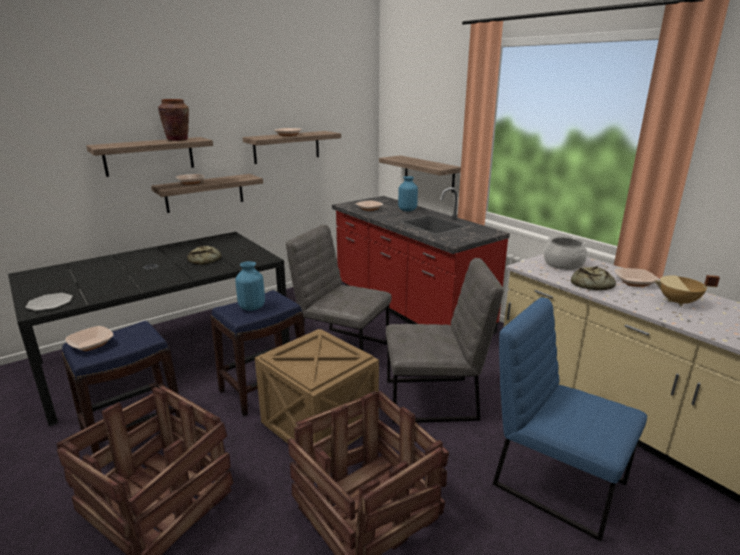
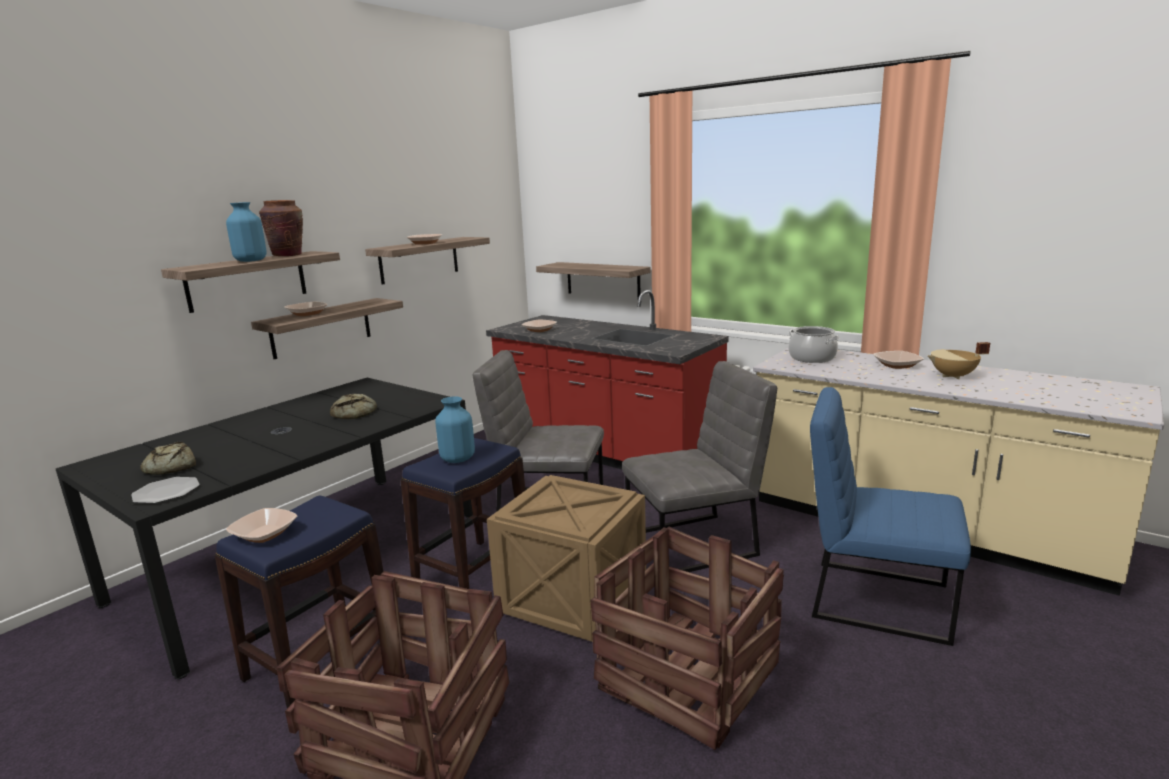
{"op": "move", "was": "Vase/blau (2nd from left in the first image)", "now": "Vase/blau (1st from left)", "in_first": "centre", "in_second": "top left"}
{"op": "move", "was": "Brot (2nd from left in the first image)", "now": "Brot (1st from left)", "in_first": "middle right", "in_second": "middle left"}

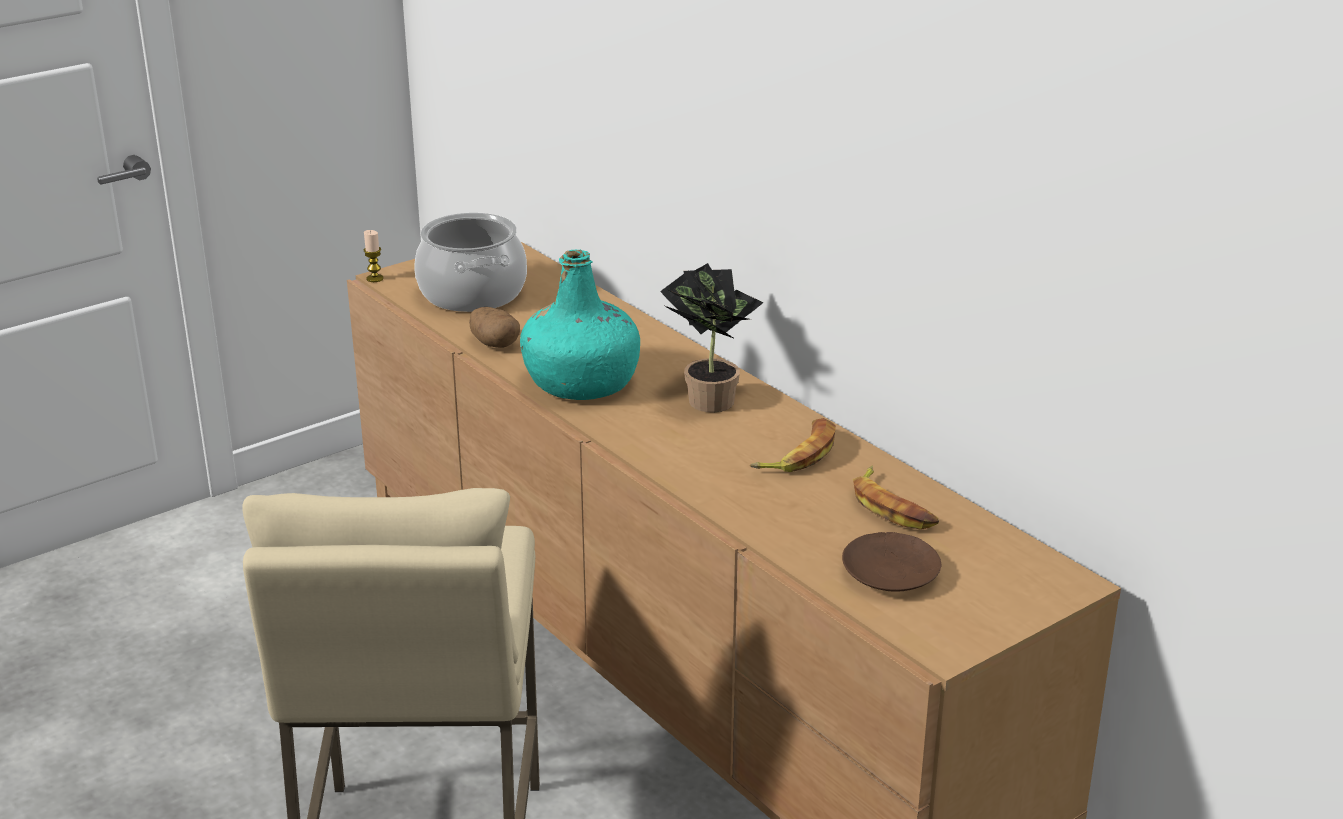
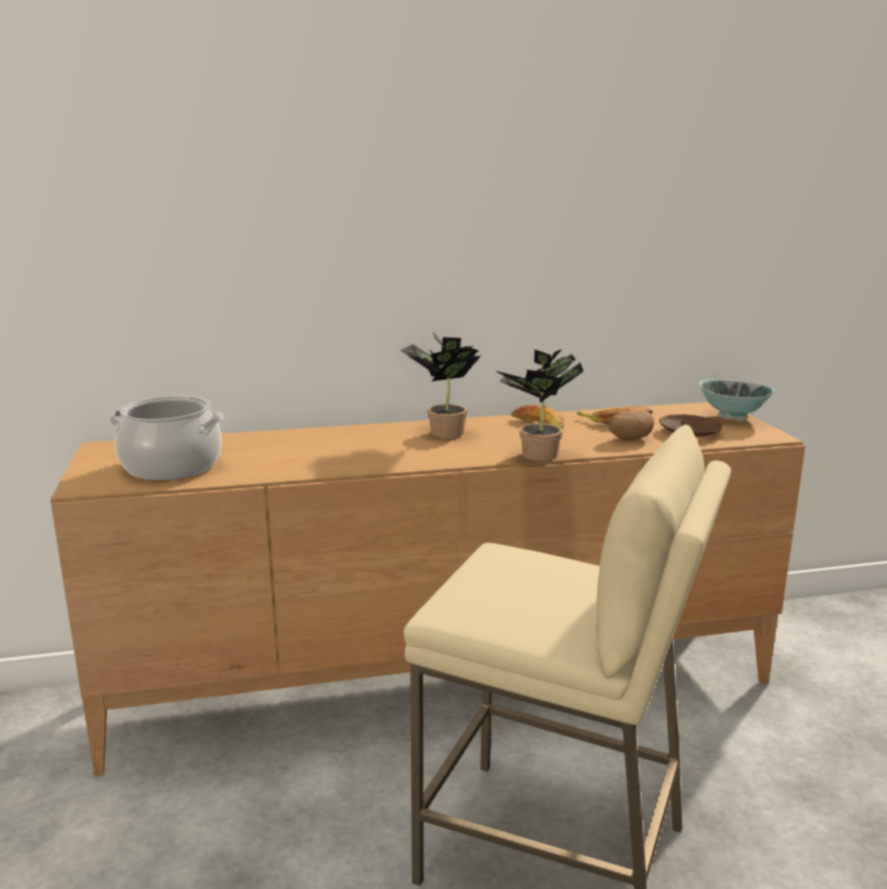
{"op": "delete", "was": "Kerze", "in_first": "top left"}
{"op": "move", "was": "Kartoffel", "in_first": "centre", "in_second": "middle right"}
{"op": "delete", "was": "Flasche/türkis", "in_first": "centre"}
{"op": "insert", "now": "Topfpflanze (2nd from left)", "in_second": "centre"}
{"op": "insert", "now": "Schüssel", "in_second": "middle right"}

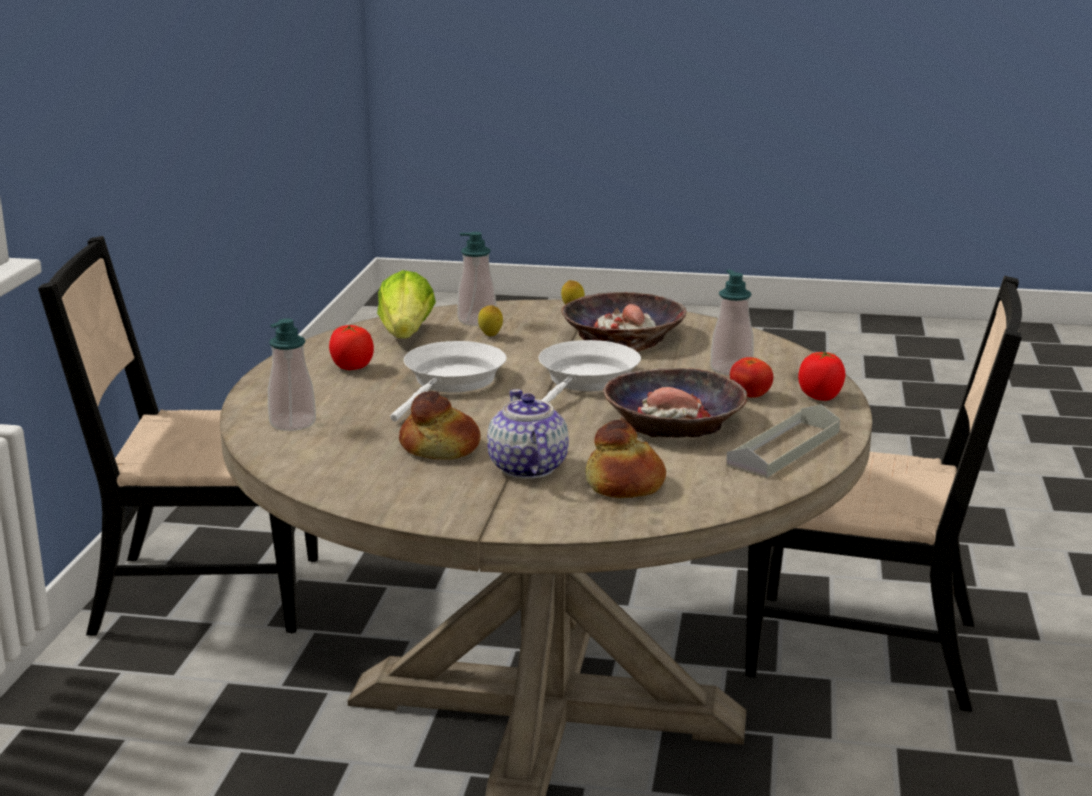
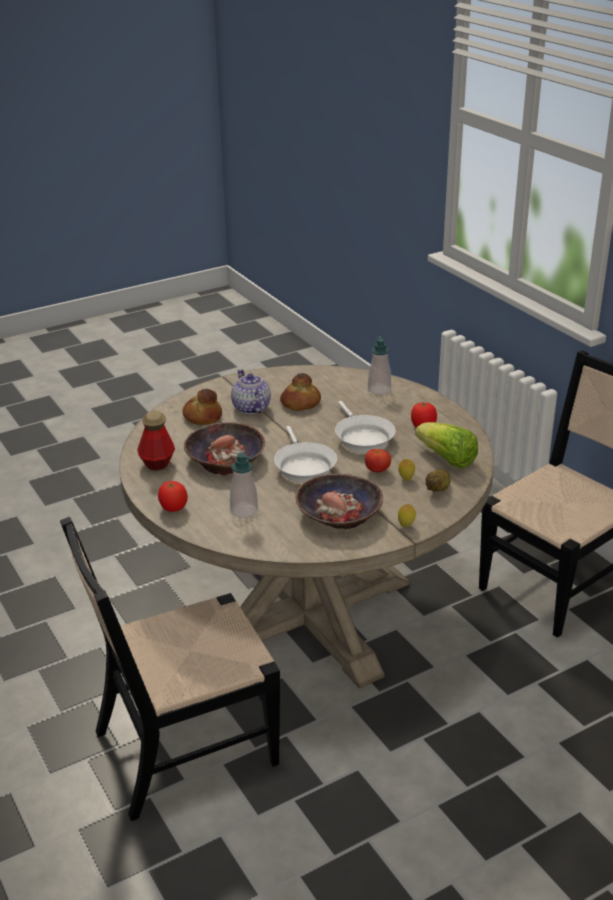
{"op": "replace", "was": "Seifenspender (2nd from left)", "now": "Kartoffel", "in_first": "centre", "in_second": "middle right"}
{"op": "rotate", "was": "Teekanne", "in_first": "centre", "in_second": "centre", "clockwise": -150}
{"op": "replace", "was": "Tablett/grau", "now": "Flasche", "in_first": "middle right", "in_second": "middle left"}
{"op": "move", "was": "Tomate (2nd from left)", "in_first": "middle right", "in_second": "centre"}

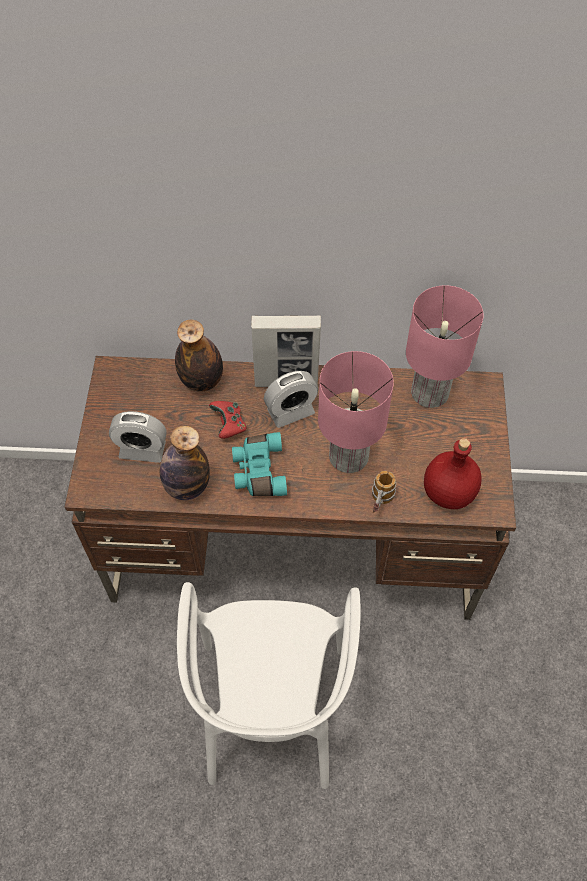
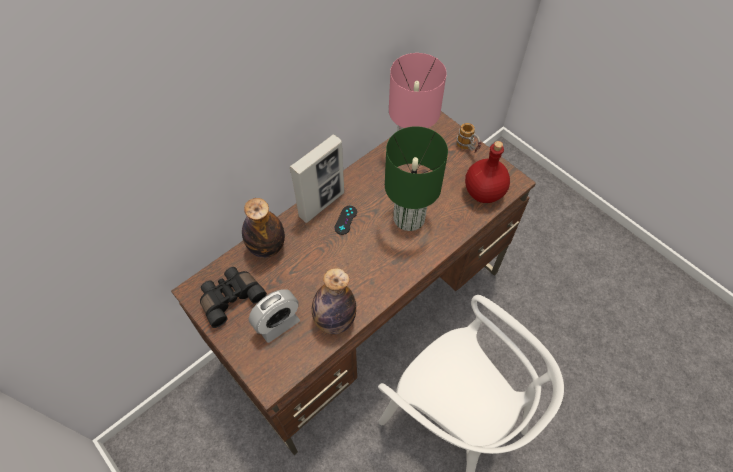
{"op": "delete", "was": "Gamepad/rot", "in_first": "centre"}
{"op": "delete", "was": "Fernglas/türkis", "in_first": "centre"}
{"op": "replace", "was": "Wecker (2nd from left)", "now": "Gamepad/schwarz", "in_first": "centre", "in_second": "centre"}
{"op": "recolor", "was": "Tischlampe/rosa (1st from left)", "now": "Tischlampe/grün", "in_first": "centre", "in_second": "centre"}
{"op": "move", "was": "Henkelbecher", "in_first": "centre", "in_second": "top centre"}
{"op": "insert", "now": "Fernglas/schwarz", "in_second": "middle left"}

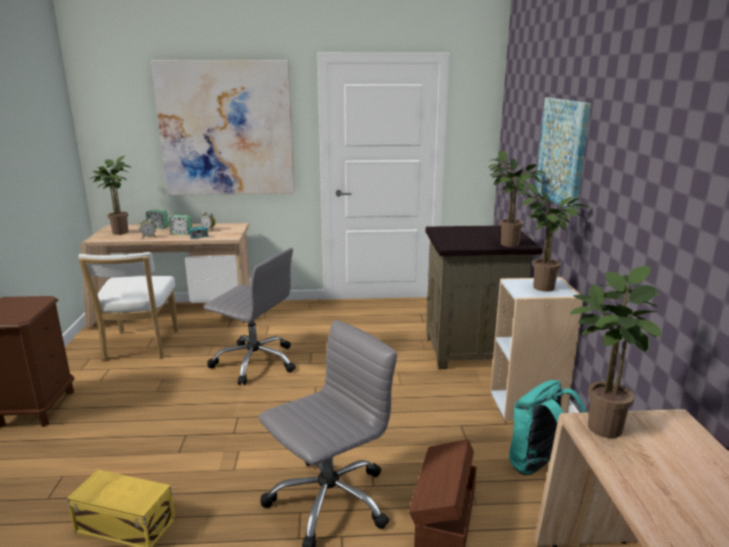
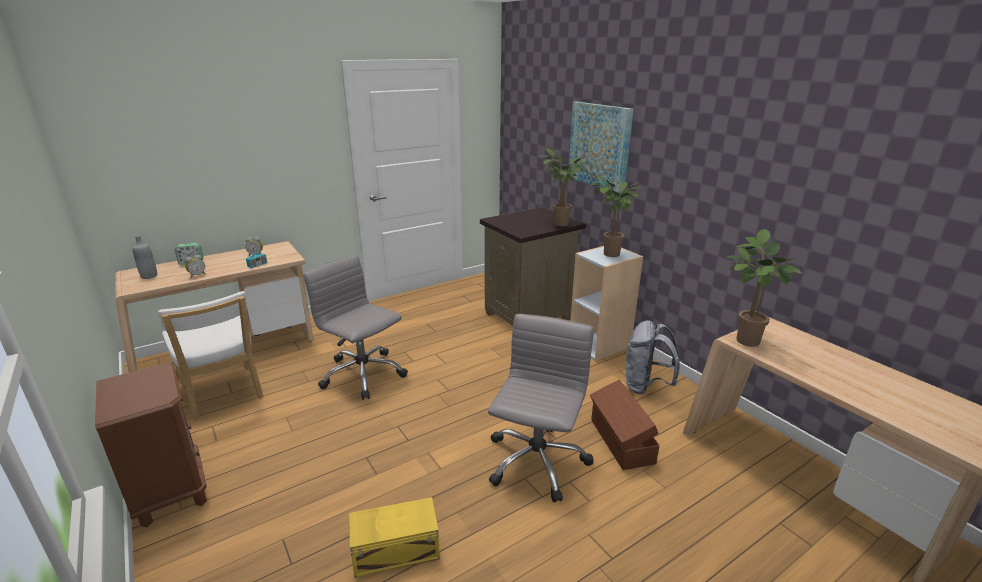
{"op": "replace", "was": "Topfpflanze (1st from left)", "now": "Flasche/grau", "in_first": "middle left", "in_second": "middle left"}
{"op": "delete", "was": "Bild (1st from left)", "in_first": "top left"}
{"op": "delete", "was": "Wecker (3rd from left)", "in_first": "middle left"}
{"op": "rotate", "was": "Bürostuhl/grau (1st from left)", "in_first": "centre", "in_second": "centre", "clockwise": -135}
{"op": "recolor", "was": "Rucksack/türkis", "now": "Rucksack/grau", "in_first": "bottom right", "in_second": "centre"}

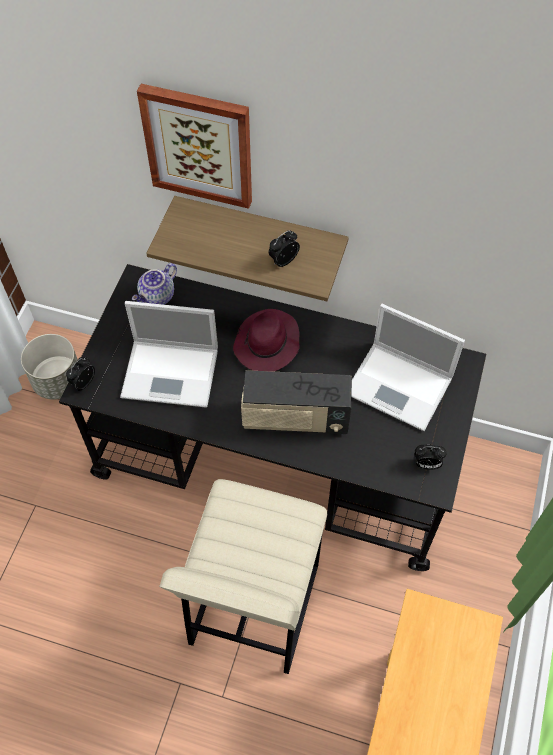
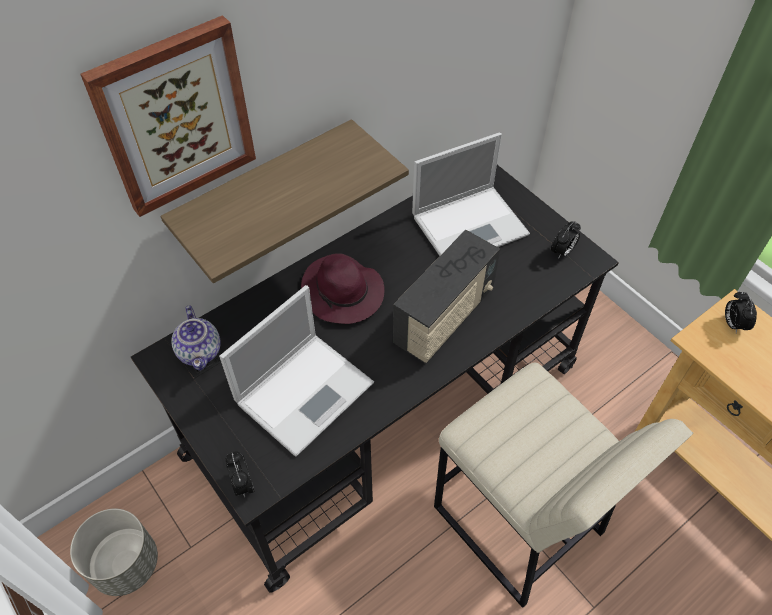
{"op": "move", "was": "Wecker (2nd from left in the first image)", "now": "Wecker (3rd from left)", "in_first": "top centre", "in_second": "middle right"}

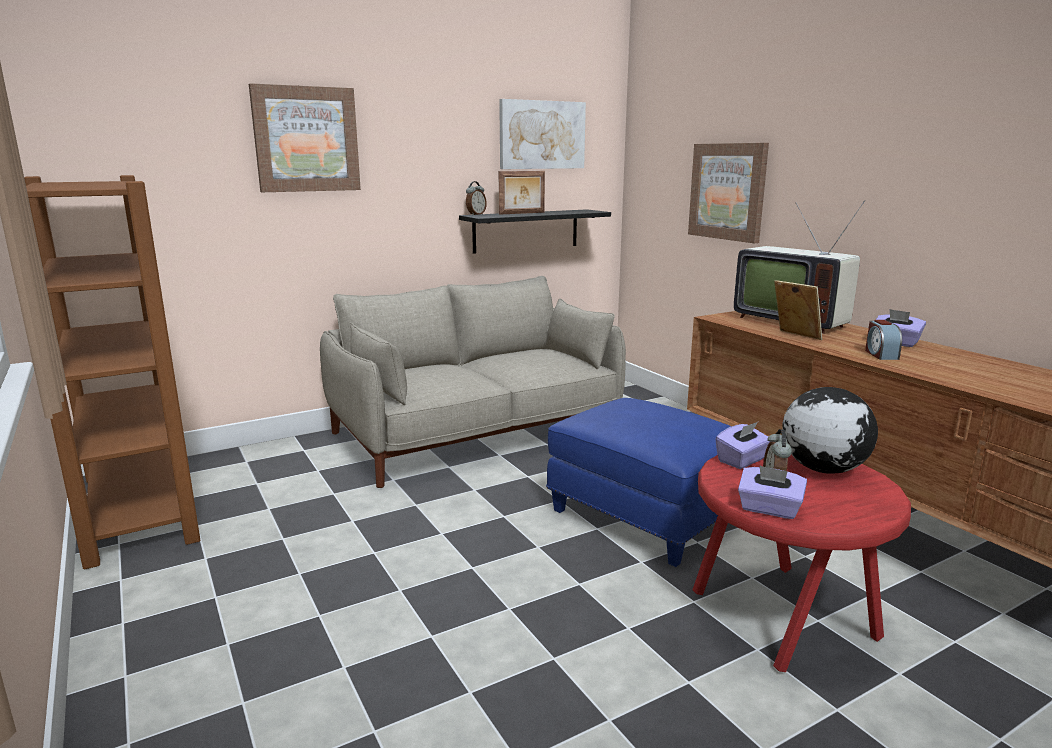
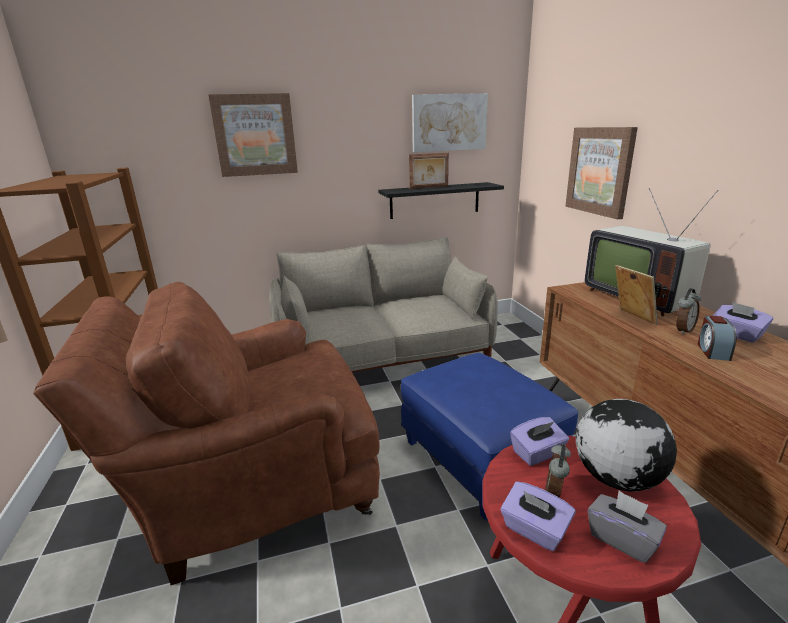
{"op": "move", "was": "Wecker (1st from left in the first image)", "now": "Wecker (2nd from left)", "in_first": "top centre", "in_second": "middle right"}
{"op": "insert", "now": "Sessel/braun", "in_second": "bottom left"}
{"op": "insert", "now": "Taschentuchbox/grau", "in_second": "bottom right"}

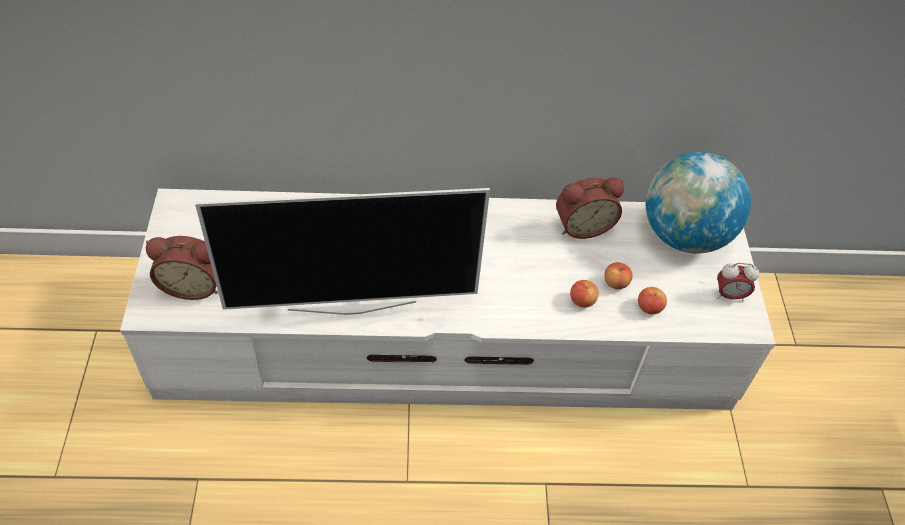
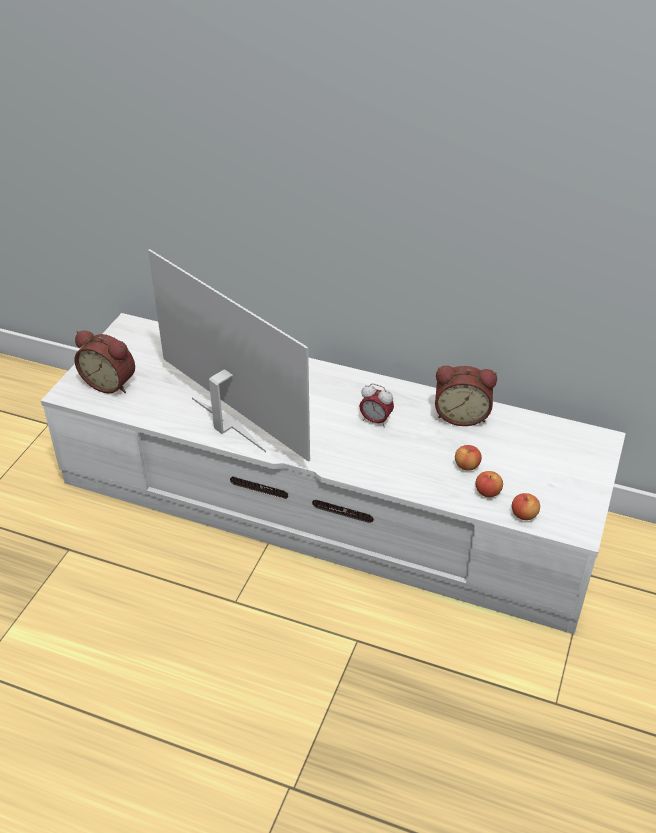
{"op": "rotate", "was": "Fernseher", "in_first": "centre", "in_second": "centre", "clockwise": -150}
{"op": "move", "was": "Apfel (1st from left in the first image)", "now": "Apfel (3rd from left)", "in_first": "centre", "in_second": "middle right"}
{"op": "delete", "was": "Globus", "in_first": "middle right"}
{"op": "move", "was": "Wecker (3rd from left in the first image)", "now": "Wecker (2nd from left)", "in_first": "middle right", "in_second": "centre"}

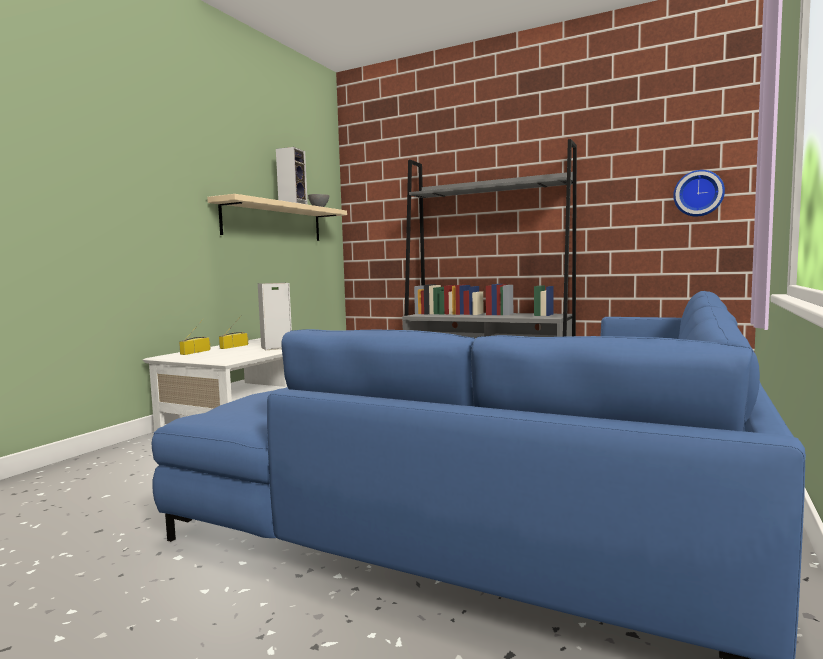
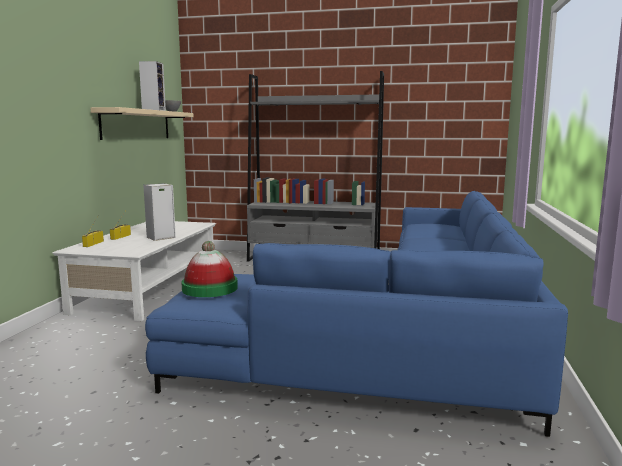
{"op": "delete", "was": "Wanduhr", "in_first": "top right"}
{"op": "insert", "now": "Hut", "in_second": "centre"}

